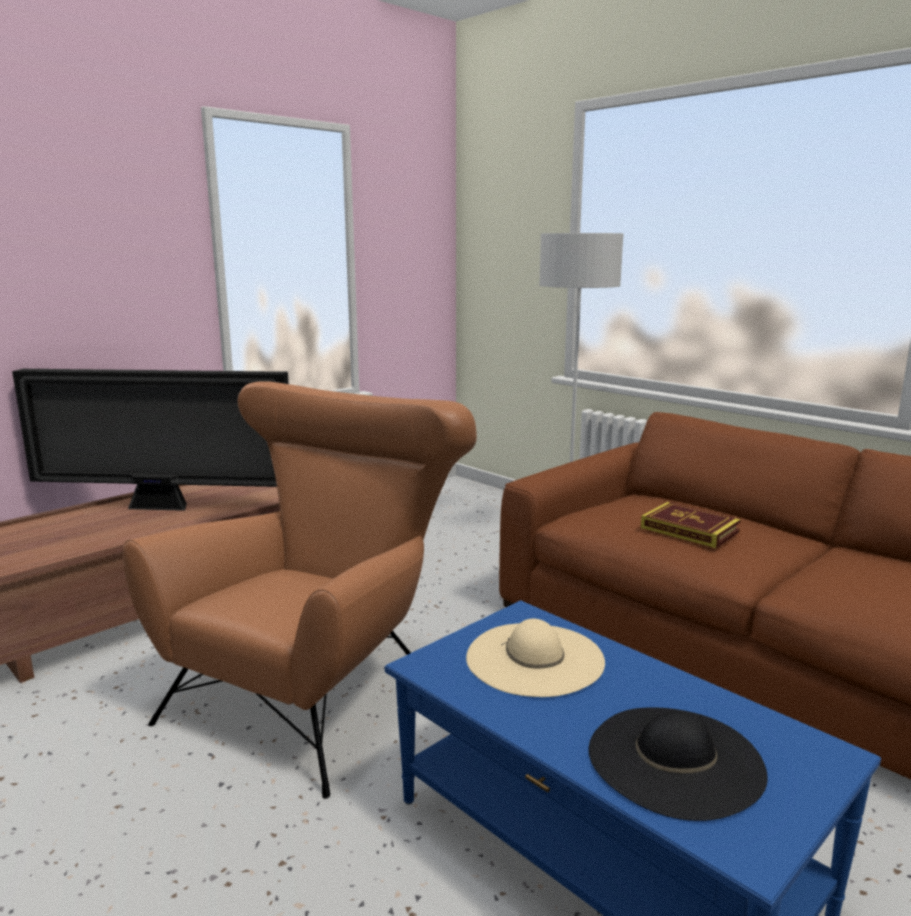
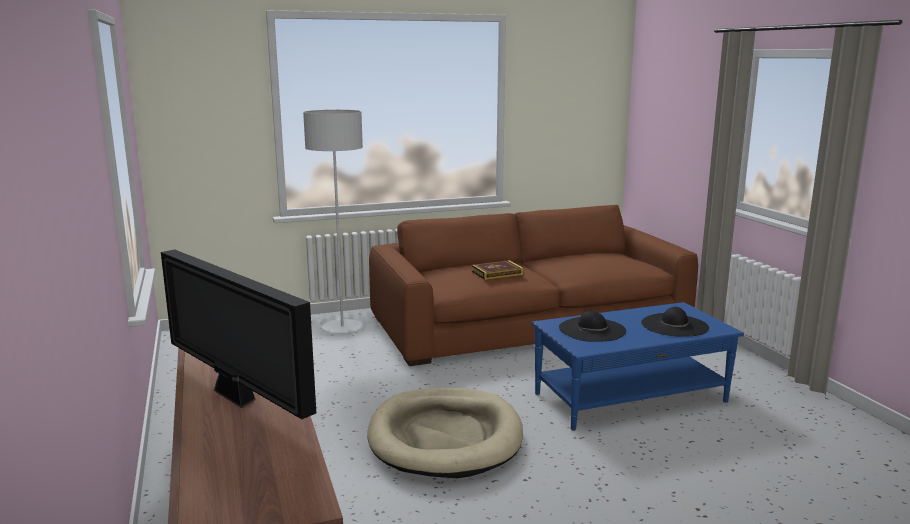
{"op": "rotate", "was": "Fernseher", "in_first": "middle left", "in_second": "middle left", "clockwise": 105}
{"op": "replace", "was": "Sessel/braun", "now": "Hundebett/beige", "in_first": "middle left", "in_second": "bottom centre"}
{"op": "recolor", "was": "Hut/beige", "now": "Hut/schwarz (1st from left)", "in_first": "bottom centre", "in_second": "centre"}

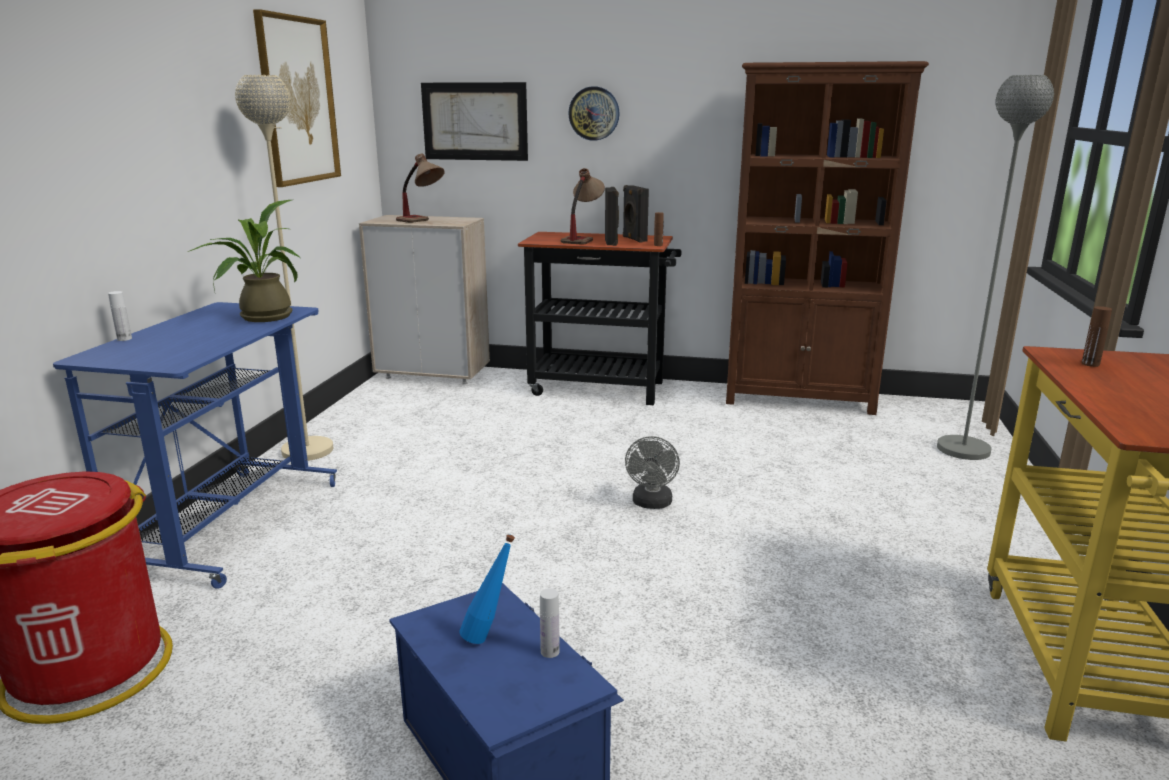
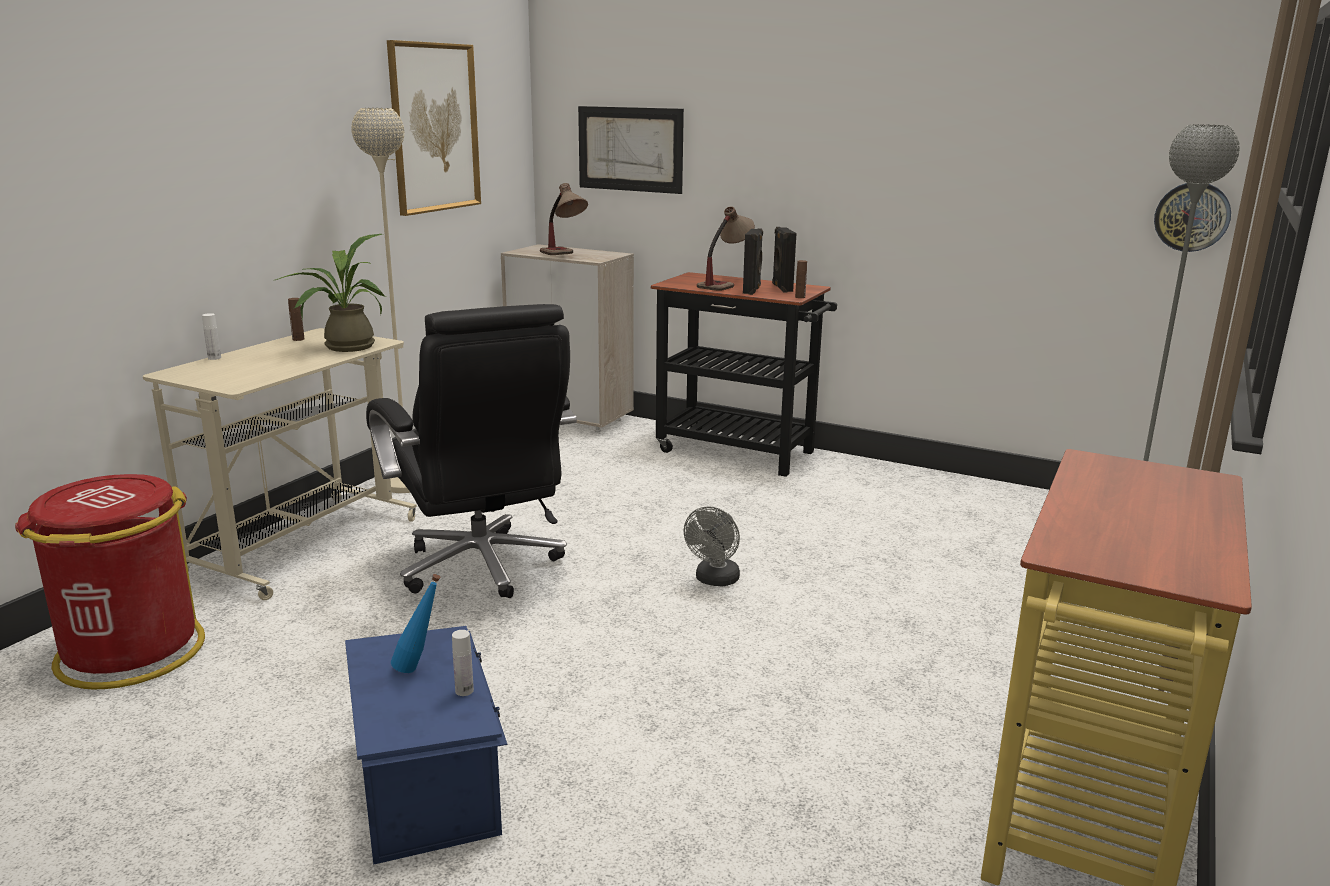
{"op": "recolor", "was": "Schreibtisch/blau", "now": "Schreibtisch/beige", "in_first": "middle left", "in_second": "middle left"}
{"op": "move", "was": "Wanduhr", "in_first": "top centre", "in_second": "top right"}
{"op": "delete", "was": "Bücherregal/braun", "in_first": "top right"}
{"op": "move", "was": "Flasche/braun (2nd from left in the first image)", "now": "Flasche/braun (1st from left)", "in_first": "middle right", "in_second": "middle left"}
{"op": "insert", "now": "Bürostuhl/schwarz", "in_second": "centre"}

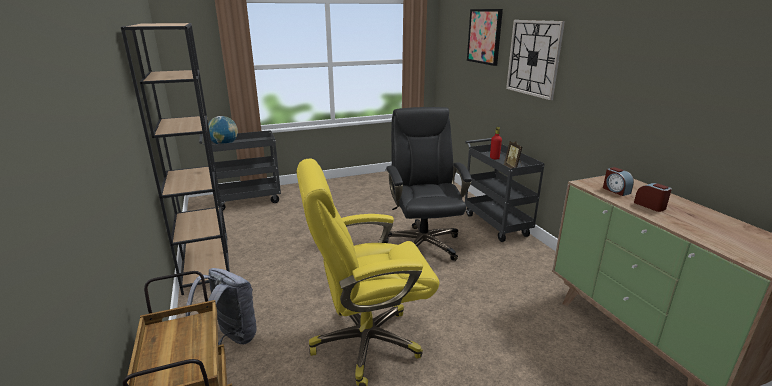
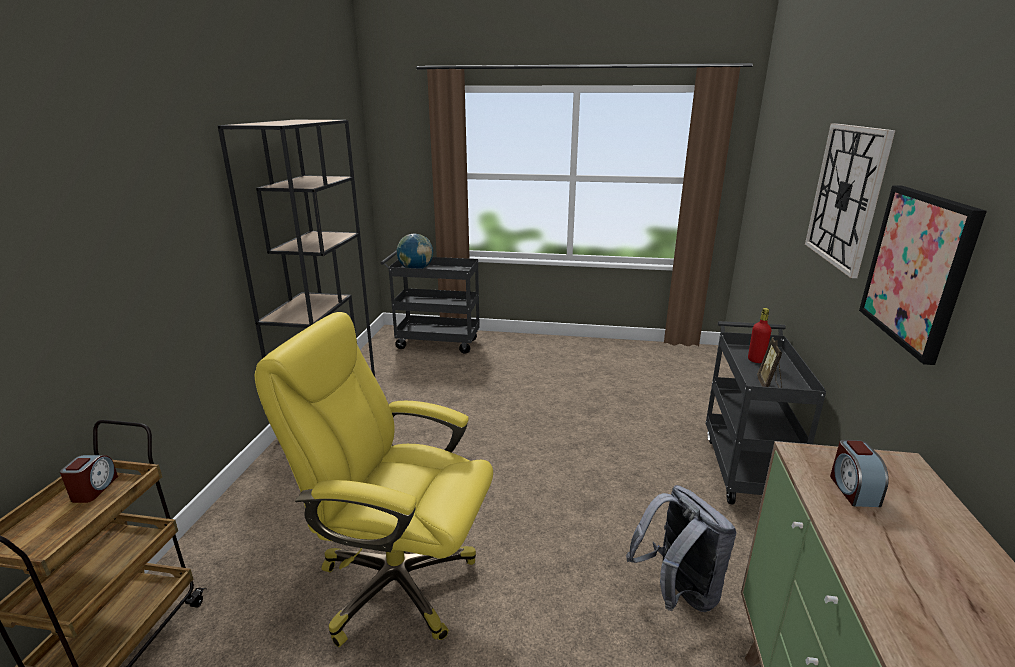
{"op": "move", "was": "Rucksack/grau", "in_first": "bottom left", "in_second": "bottom right"}
{"op": "delete", "was": "Bürostuhl/schwarz", "in_first": "centre"}
{"op": "move", "was": "Bild", "in_first": "top centre", "in_second": "middle right"}
{"op": "move", "was": "Wecker (2nd from left in the first image)", "now": "Wecker (1st from left)", "in_first": "middle right", "in_second": "bottom left"}

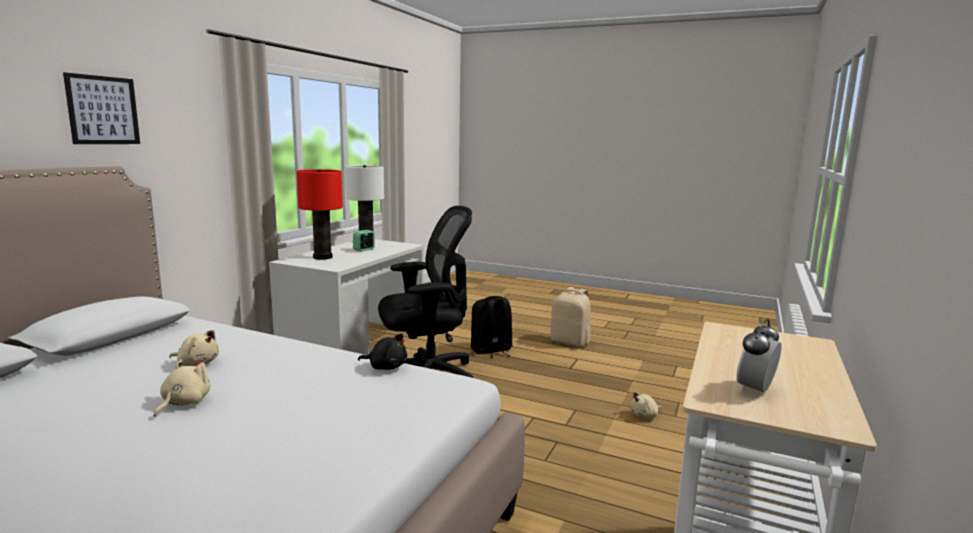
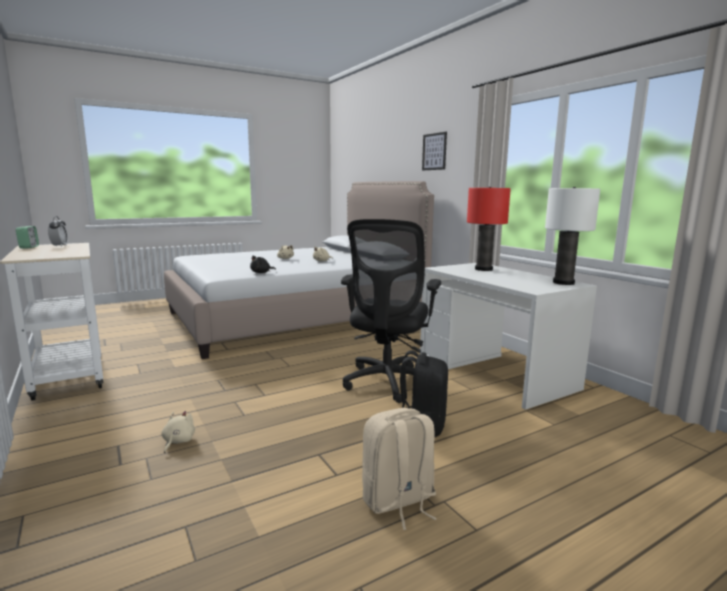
{"op": "move", "was": "Wecker (1st from left)", "in_first": "centre", "in_second": "middle left"}

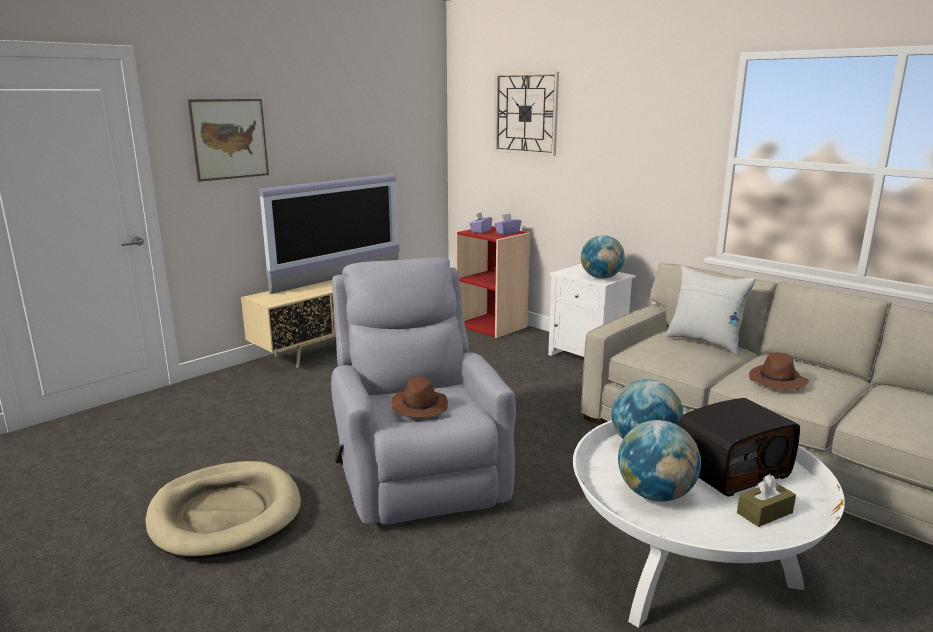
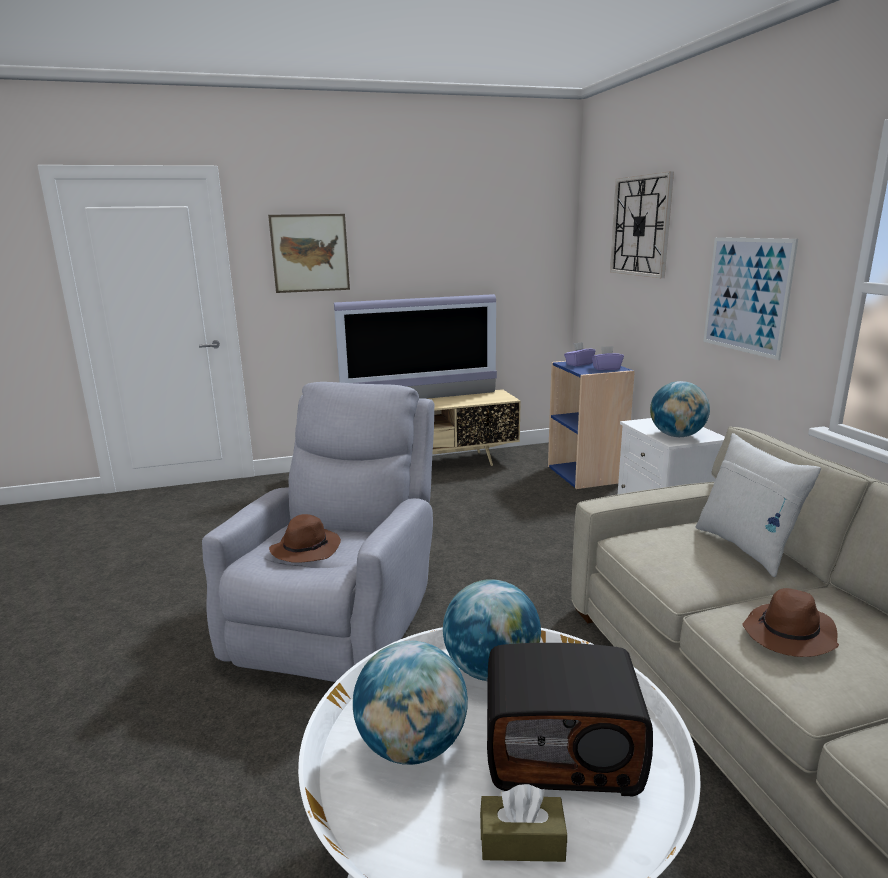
{"op": "delete", "was": "Hundebett/beige", "in_first": "bottom left"}
{"op": "recolor", "was": "Bücherregal/rot", "now": "Bücherregal/blau", "in_first": "centre", "in_second": "centre"}
{"op": "insert", "now": "Bild (2nd from left)", "in_second": "middle right"}

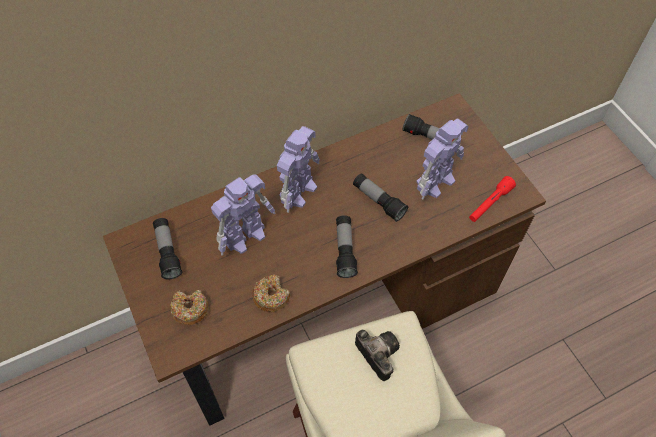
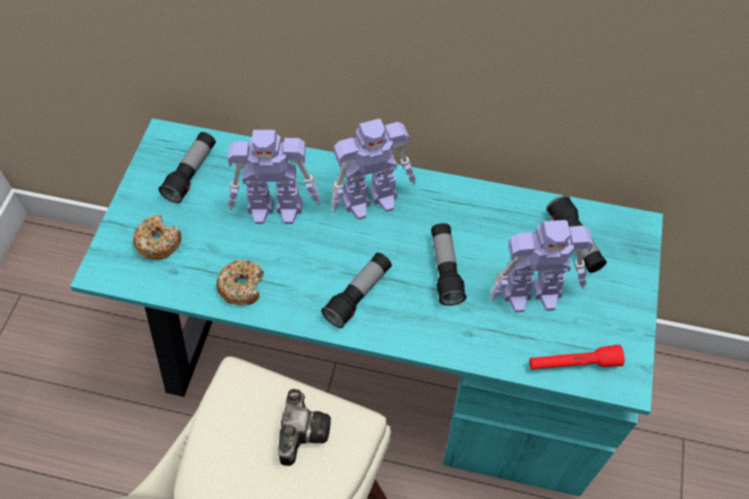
{"op": "recolor", "was": "Schreibtisch/braun", "now": "Schreibtisch/türkis", "in_first": "centre", "in_second": "centre"}

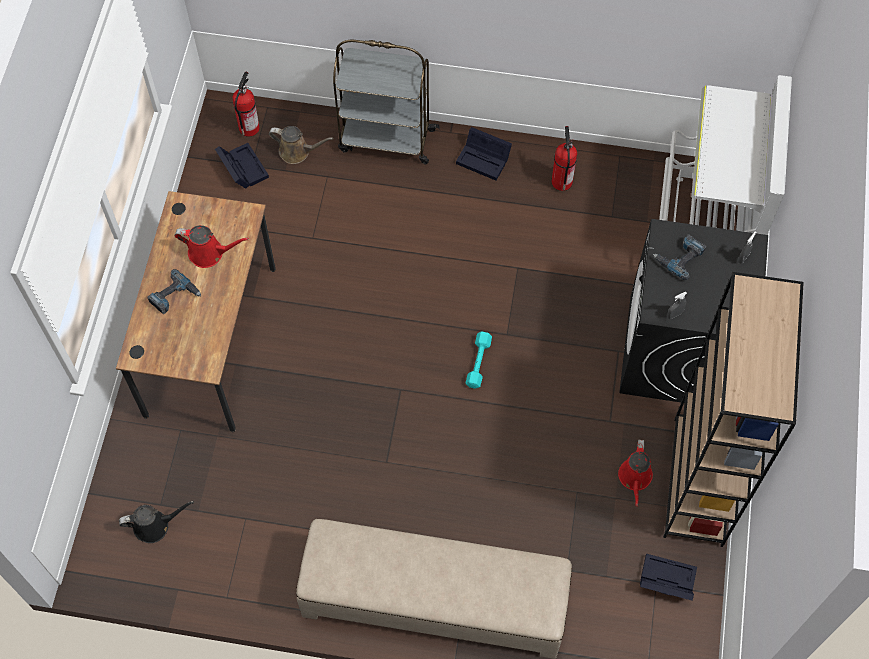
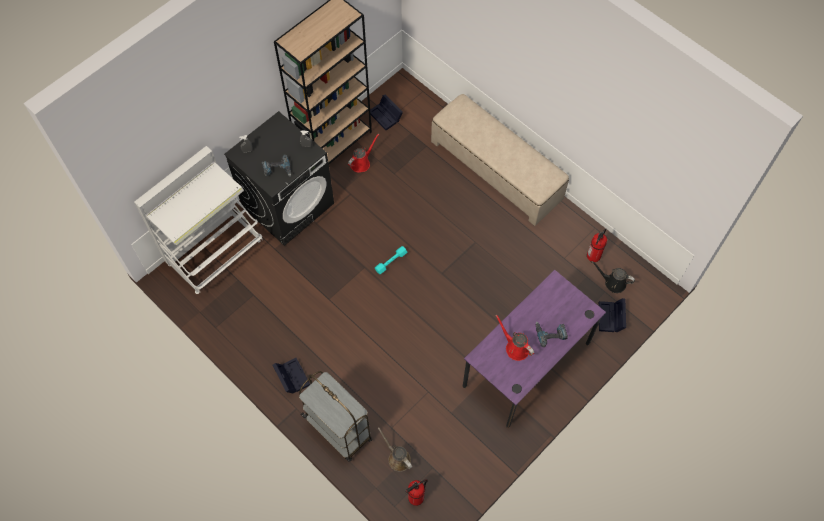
{"op": "recolor", "was": "Schreibtisch/braun", "now": "Schreibtisch/lila", "in_first": "middle left", "in_second": "bottom centre"}
{"op": "move", "was": "Aufbewahrungsbox/schwarz (1st from left in the first image)", "now": "Aufbewahrungsbox/schwarz (3rd from left)", "in_first": "top left", "in_second": "middle right"}
{"op": "move", "was": "Feuerlöscher (2nd from left)", "in_first": "top centre", "in_second": "middle right"}

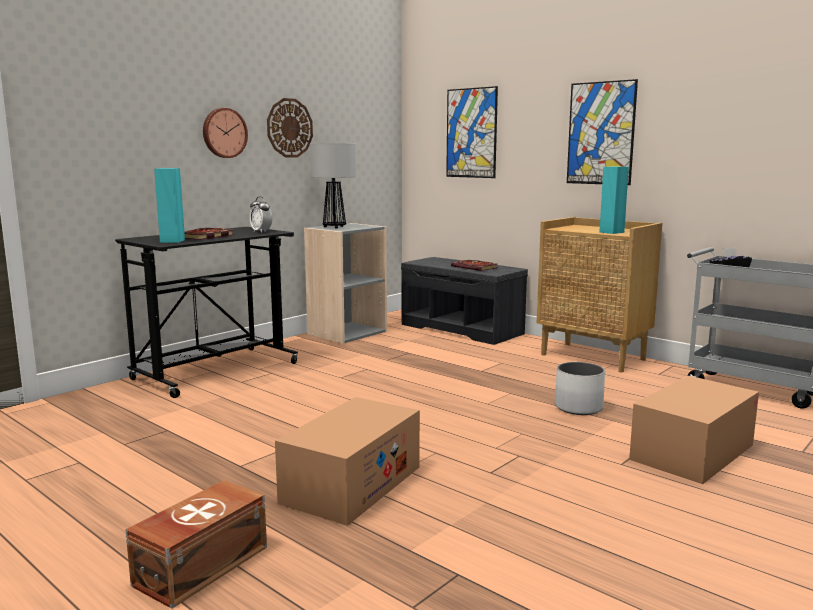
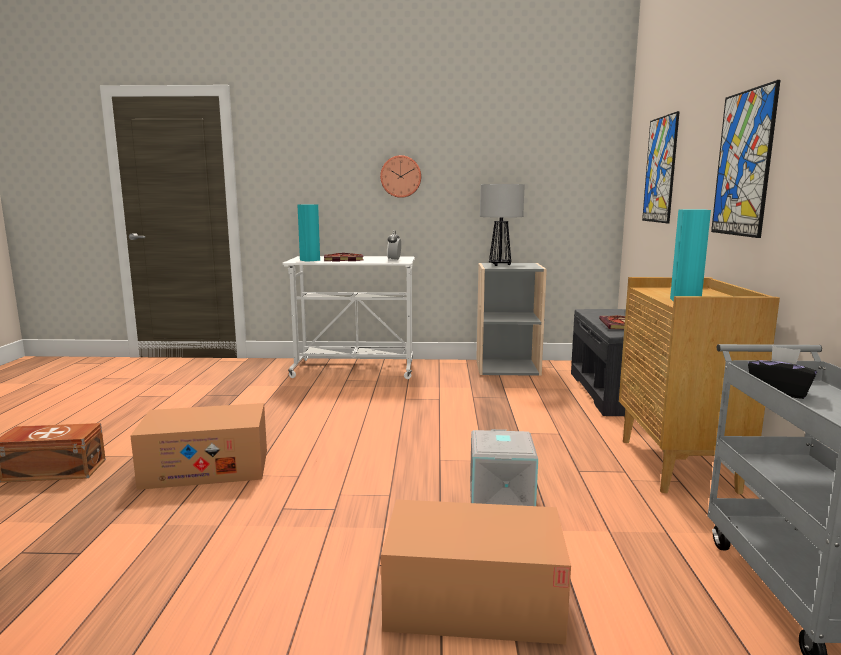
{"op": "recolor", "was": "Schreibtisch/schwarz", "now": "Schreibtisch/weiß", "in_first": "middle left", "in_second": "centre"}
{"op": "delete", "was": "Wanduhr (2nd from left)", "in_first": "top centre"}
{"op": "replace", "was": "Pflanzkübel/weiß", "now": "Aufbewahrungsbox/grau", "in_first": "middle right", "in_second": "bottom centre"}

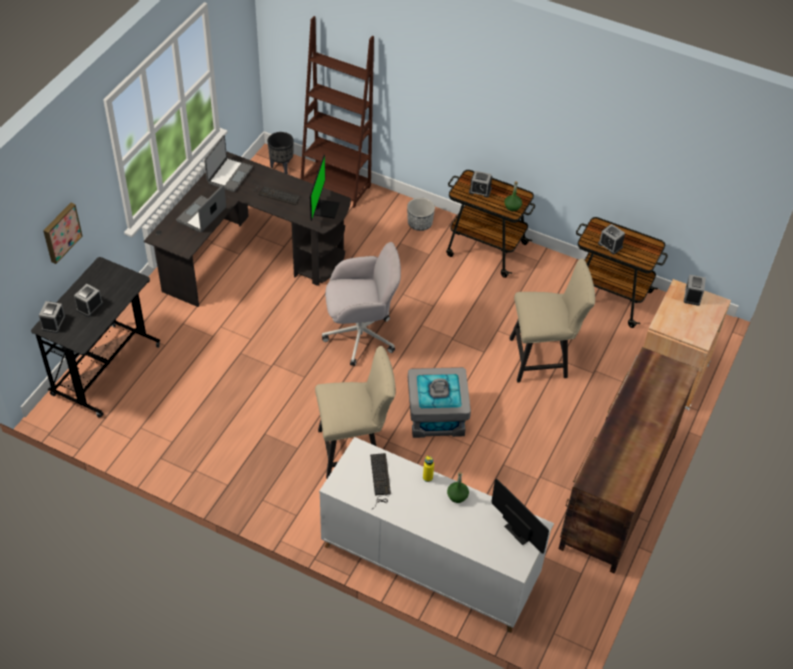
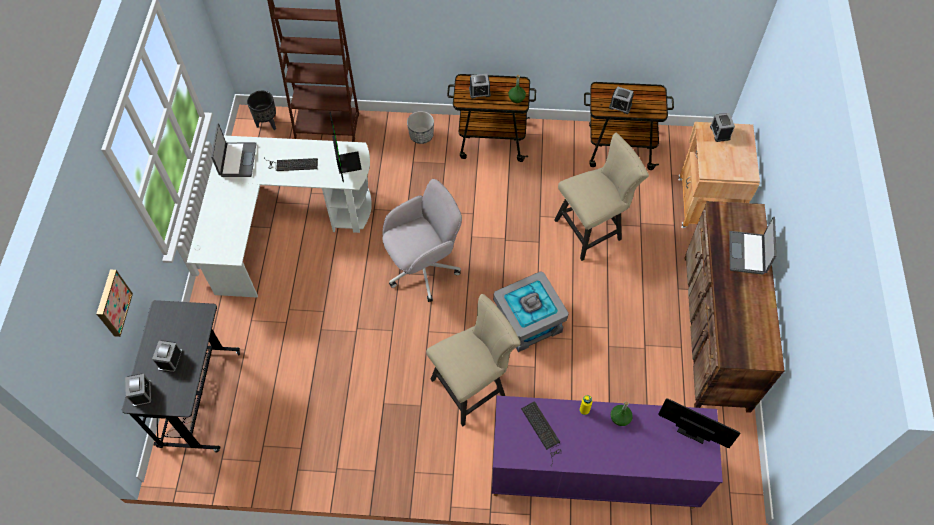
{"op": "recolor", "was": "Schreibtisch/schwarz (2nd from left)", "now": "Schreibtisch/weiß", "in_first": "middle left", "in_second": "middle left"}
{"op": "move", "was": "Laptop (1st from left in the first image)", "now": "Laptop (2nd from left)", "in_first": "top left", "in_second": "middle right"}
{"op": "recolor", "was": "Kommode/weiß", "now": "Kommode/lila", "in_first": "bottom centre", "in_second": "bottom centre"}

